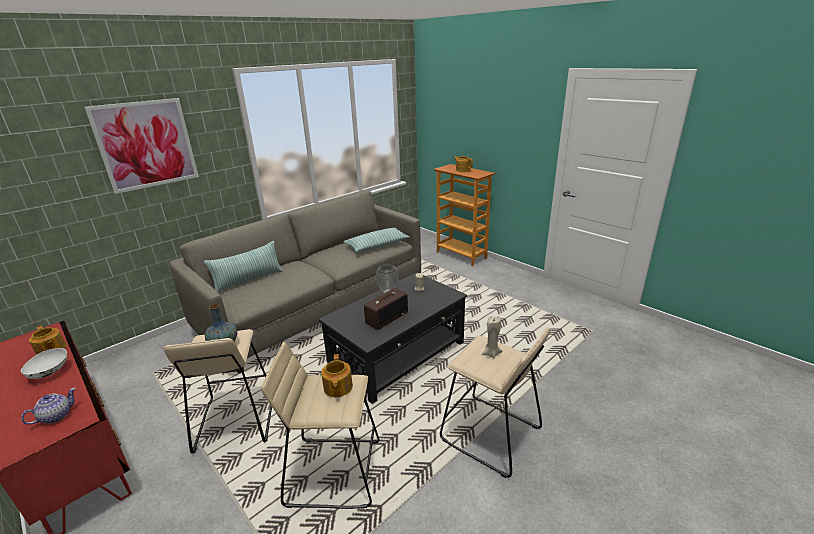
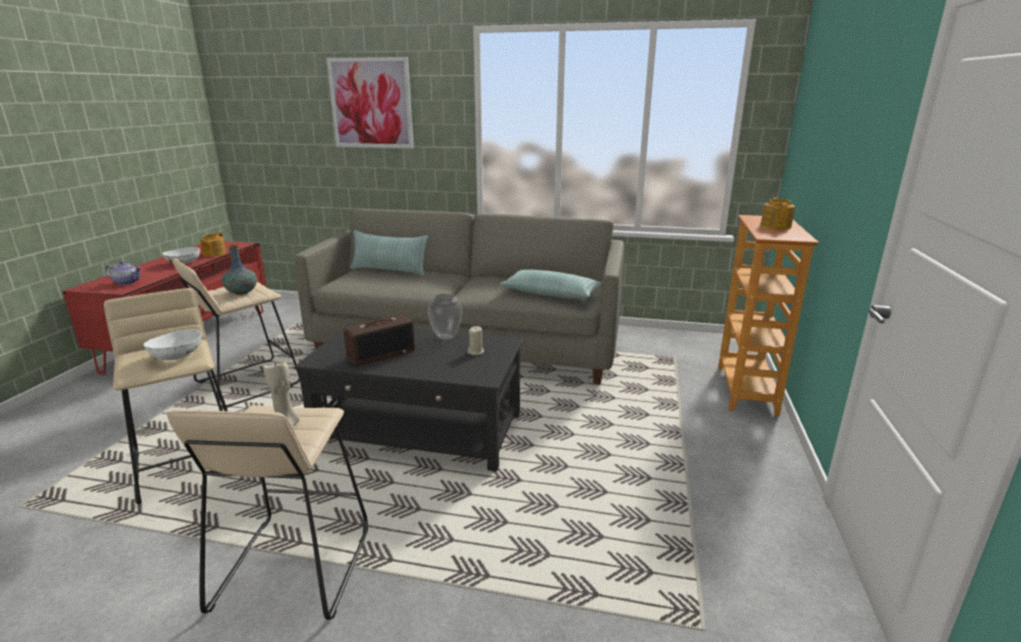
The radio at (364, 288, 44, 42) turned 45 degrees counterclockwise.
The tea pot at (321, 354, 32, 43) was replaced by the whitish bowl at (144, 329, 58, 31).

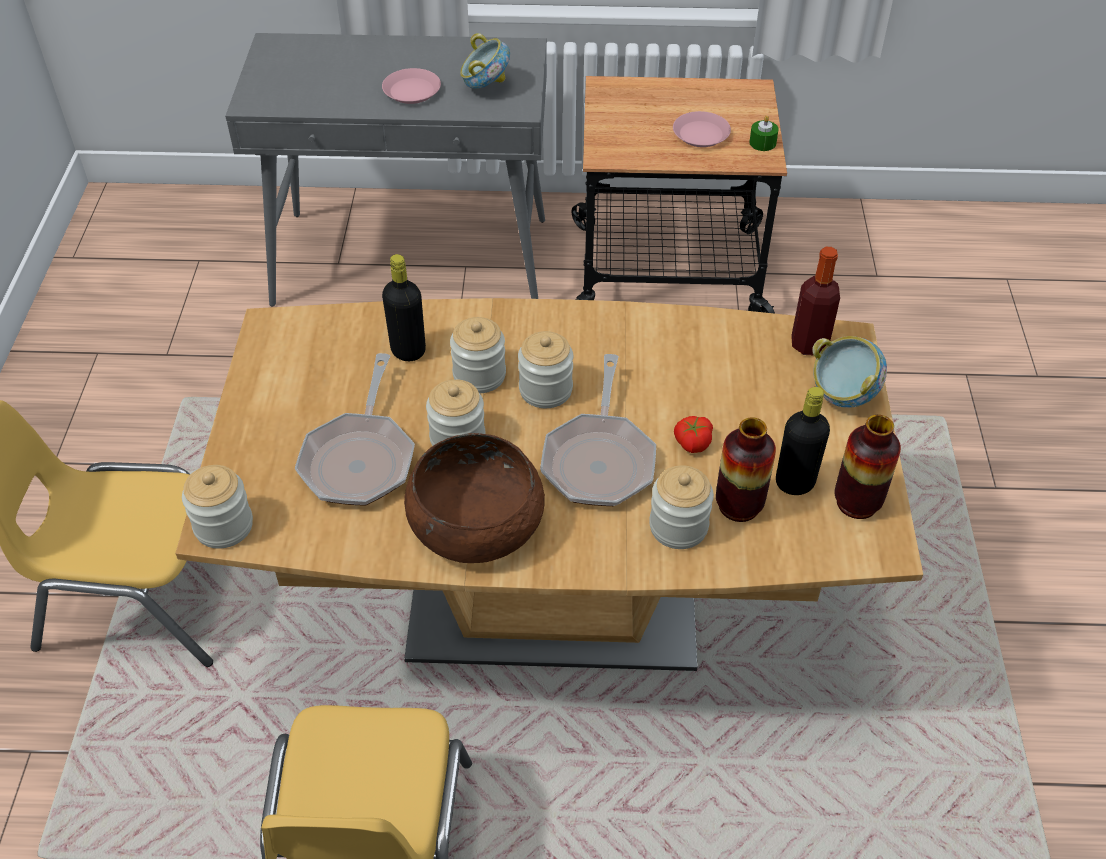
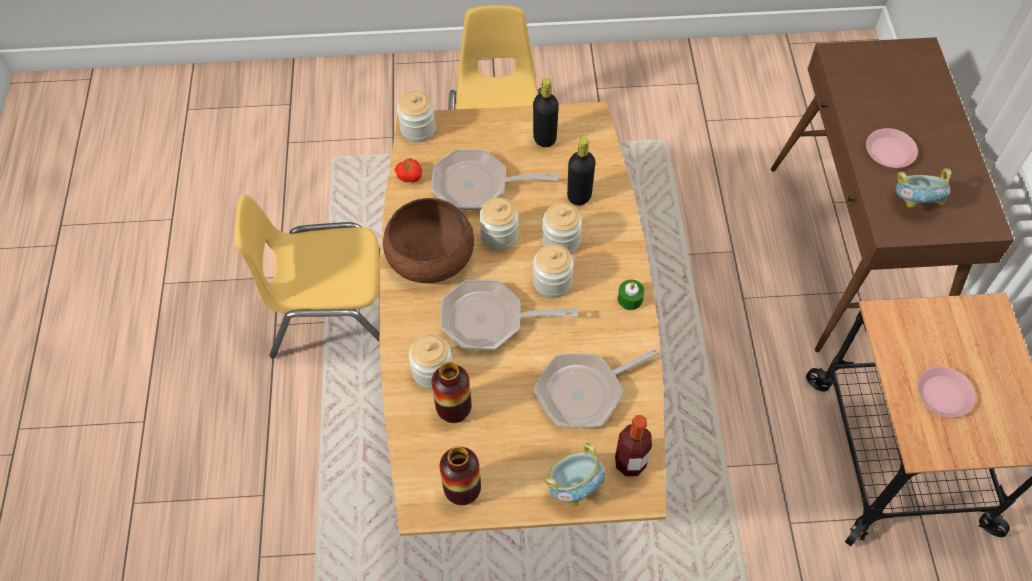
The greyish narrow table at (225, 33, 322, 274) became the brown narrow table at (771, 37, 243, 315).
The green wax light moved from (749, 115, 30, 36) to (618, 279, 27, 31).
The blackish drink bottle moved from (776, 387, 54, 108) to (533, 78, 26, 69).
The fresh tomato moved from (674, 416, 39, 37) to (395, 158, 27, 24).
The skillet at (534, 349, 125, 79) appeared.

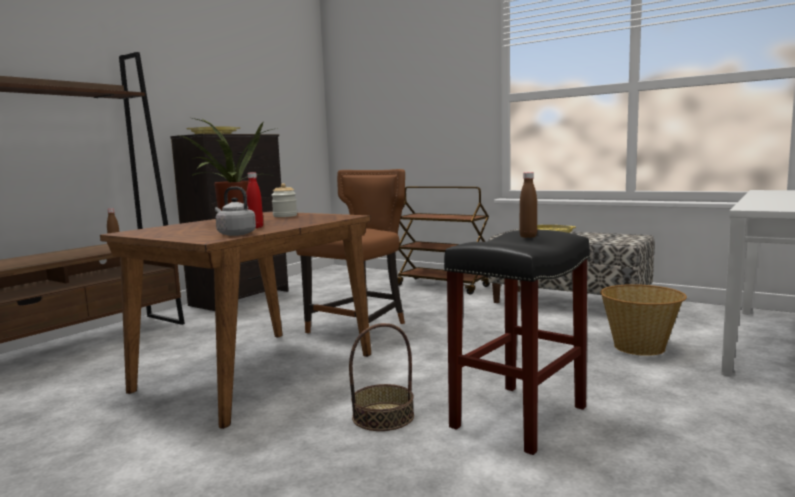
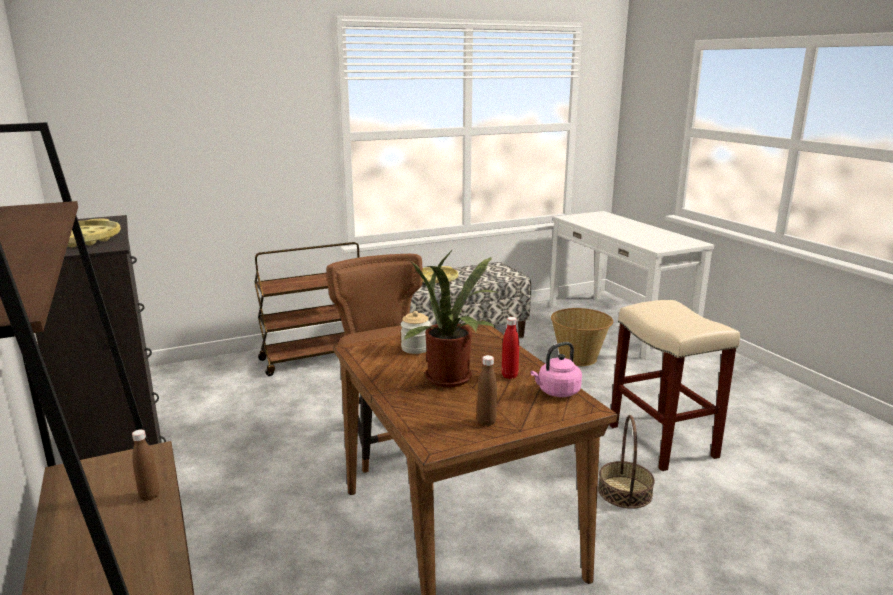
The brown drink bottle moved from (520, 172, 17, 66) to (477, 355, 20, 71).
The greyish kettle at (215, 187, 41, 49) became the pinkish kettle at (530, 342, 52, 55).
The blackish stool seat at (444, 229, 146, 226) became the beige stool seat at (609, 300, 131, 171).

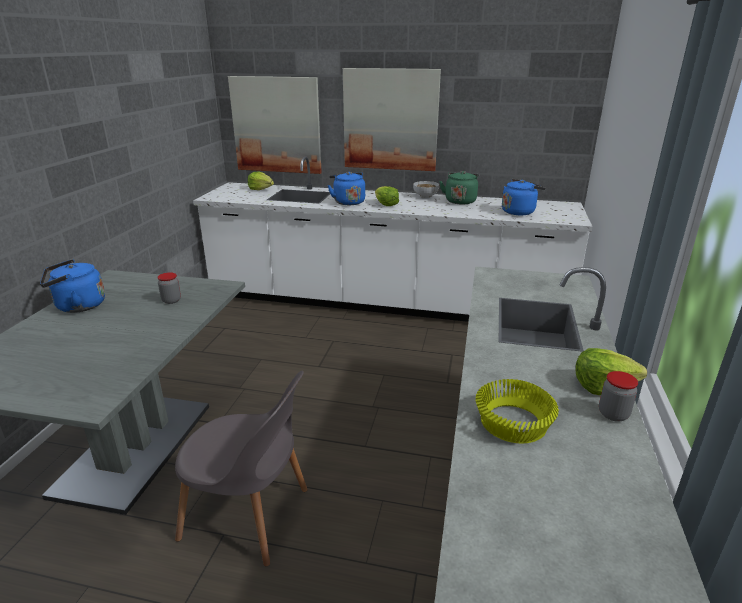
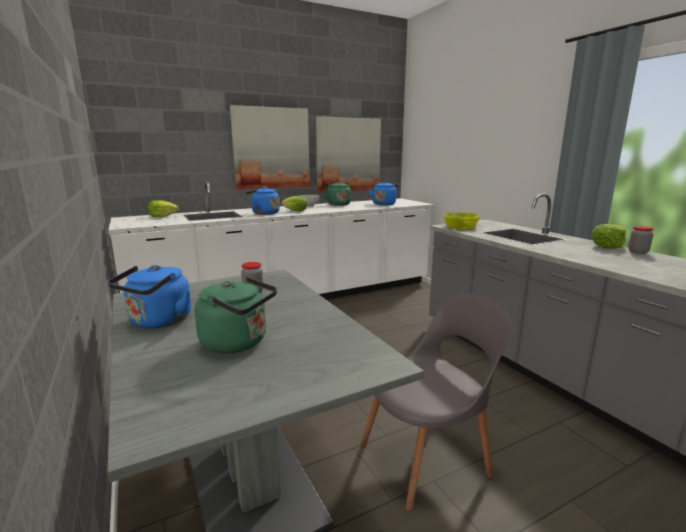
The picture moved from (228, 76, 94, 98) to (316, 116, 65, 77).
The yellow-coloured bowl moved from (475, 379, 84, 64) to (444, 212, 36, 18).
The green kettle at (194, 277, 83, 76) appeared.

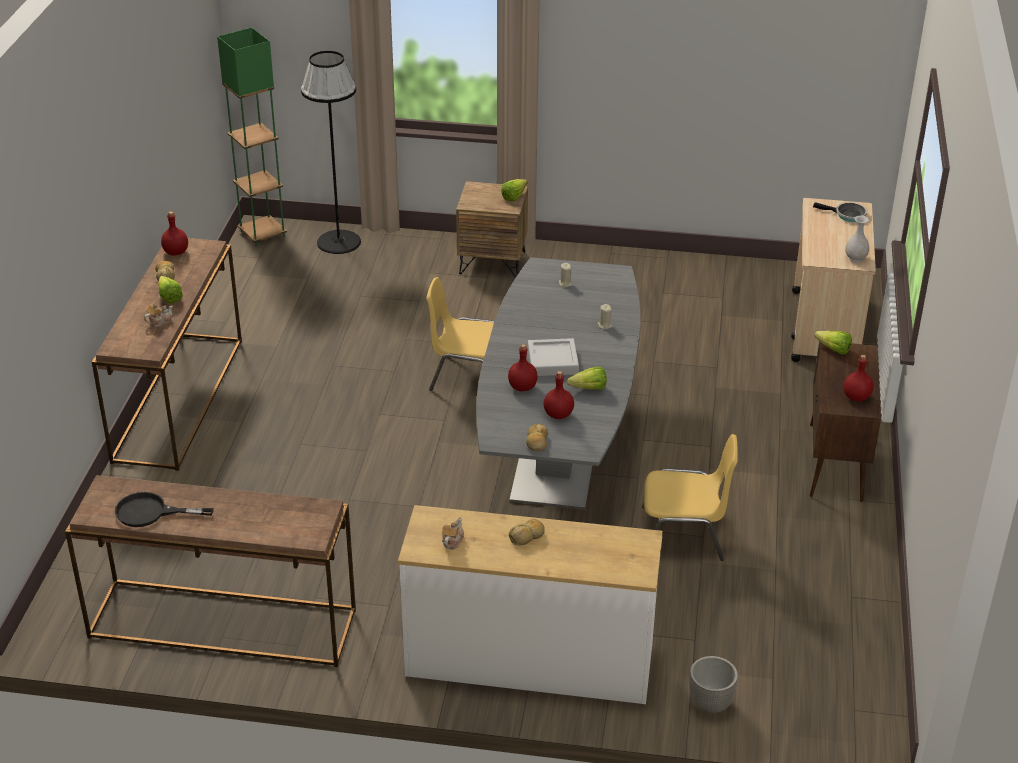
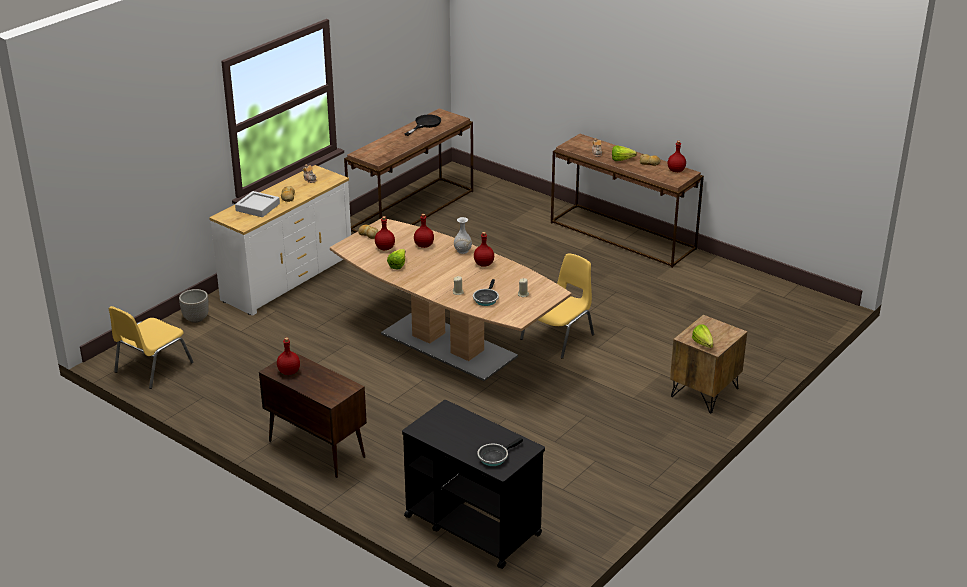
The green standing lamp at (217, 27, 70, 219) disappeared.
The blackish standing lamp at (301, 51, 60, 203) disappeared.
The beige cart at (791, 198, 85, 164) became the blackish cart at (402, 400, 143, 169).
The whitish vase moved from (845, 216, 24, 47) to (454, 217, 18, 37).
The greyish dining table at (476, 257, 165, 253) became the brown dining table at (330, 218, 242, 163).
The lettuce head at (814, 331, 38, 23) disappeared.
The greyish carrying tray moved from (528, 338, 51, 38) to (235, 191, 45, 26).
The yellow-coloured chair moved from (642, 434, 96, 127) to (108, 306, 85, 83).
The red-coloured drink bottle at (474, 232, 20, 35) appeared.
The skillet at (473, 279, 26, 27) appeared.

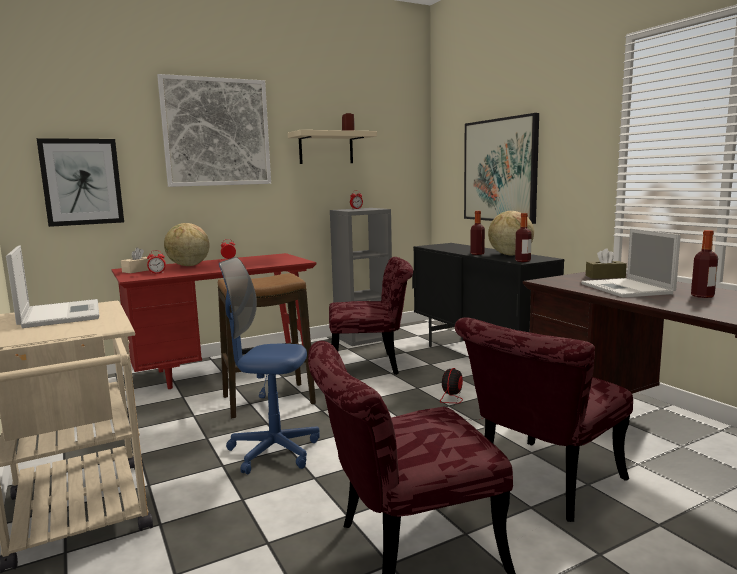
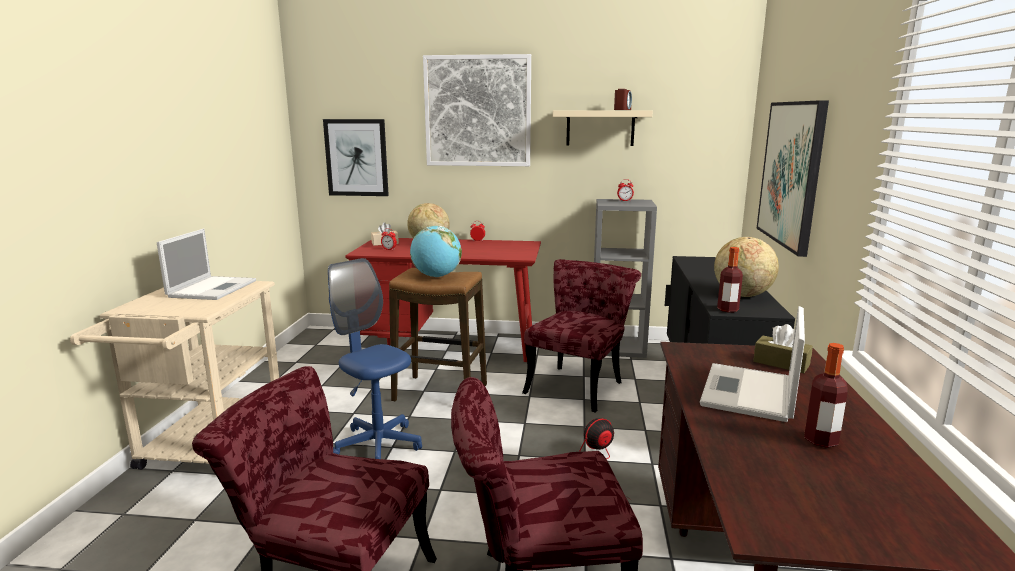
The drink bottle at (470, 211, 15, 44) disappeared.
The red-coloured chair at (329, 257, 84, 118) turned 90 degrees counterclockwise.
The globe at (410, 226, 52, 51) appeared.

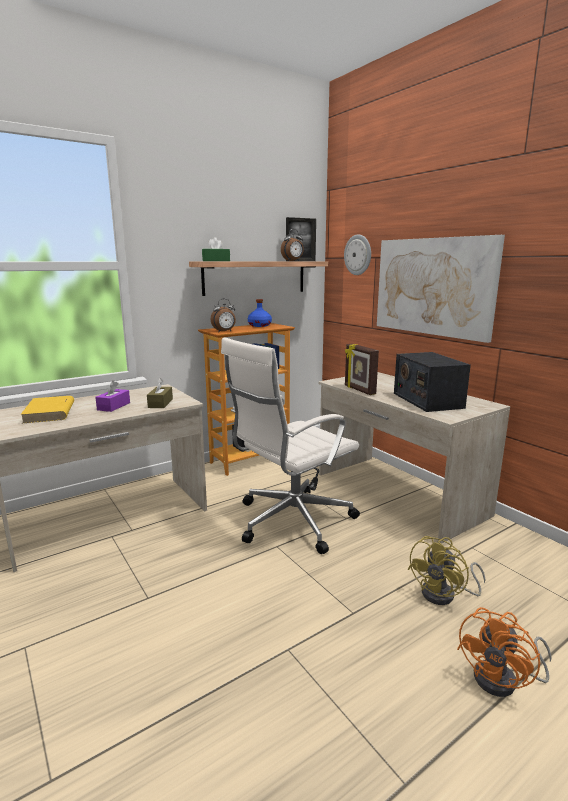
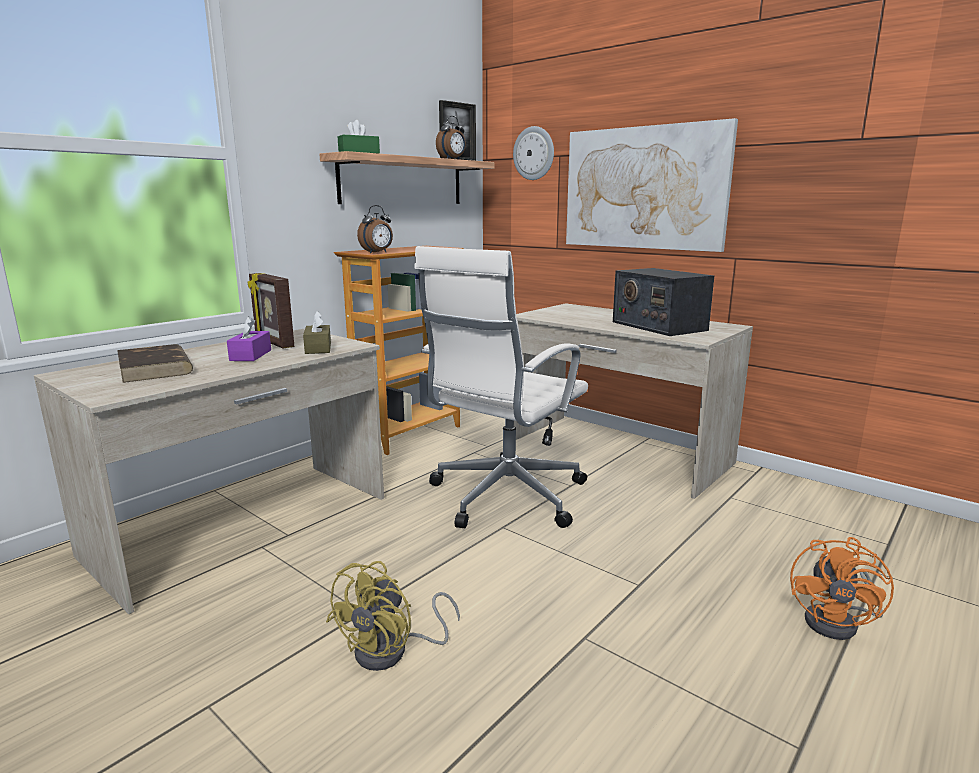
The bluish drink bottle at (248, 299, 24, 28) disappeared.
The standing frame moved from (345, 344, 34, 51) to (248, 273, 46, 75).
The yellow-coloured book at (20, 396, 54, 27) became the brown book at (117, 344, 76, 39).
The yellow-coloured cooling fan moved from (407, 536, 78, 69) to (326, 561, 134, 110).

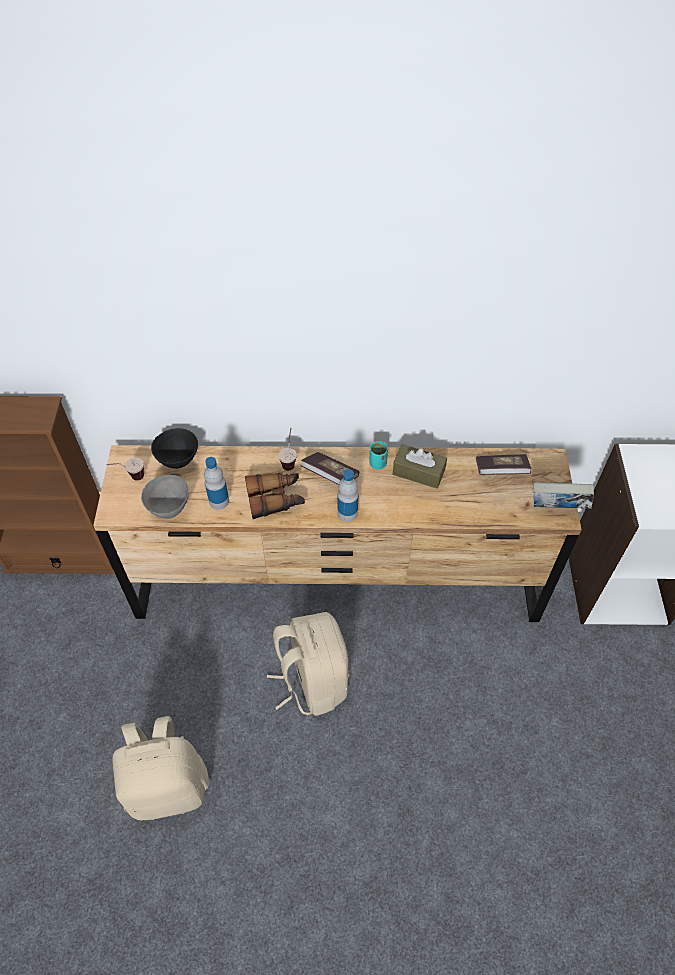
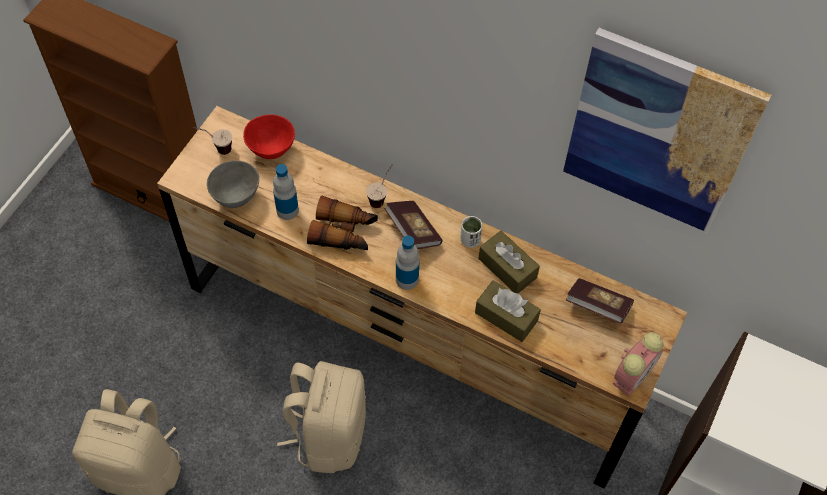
The blackish bowl at (151, 428, 47, 41) became the red-coloured bowl at (243, 114, 52, 45).
The turquoise cup at (370, 441, 18, 28) became the whitish cup at (461, 216, 21, 32).
The book at (534, 482, 60, 27) was replaced by the alarm clock at (613, 333, 51, 63).
The picture at (563, 28, 208, 204) appeared.
The brown tissue holder at (475, 280, 66, 62) appeared.

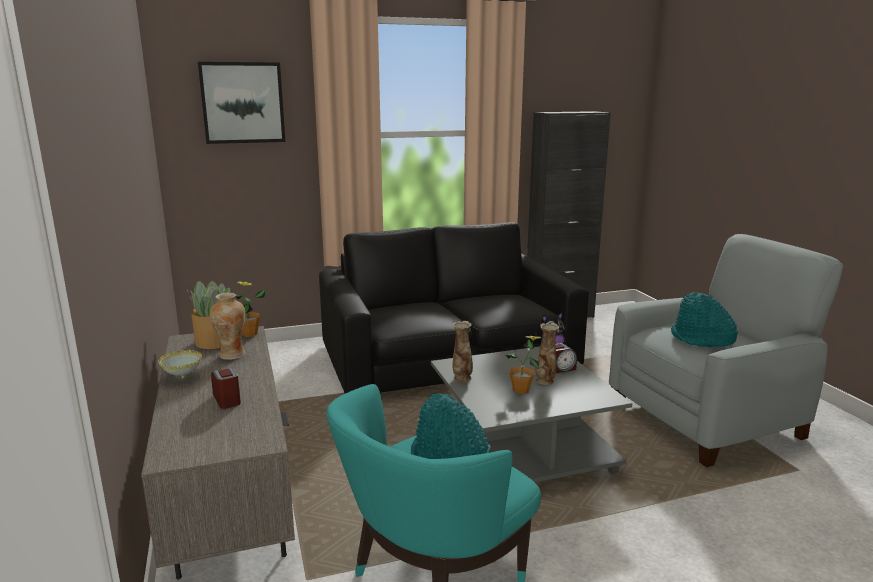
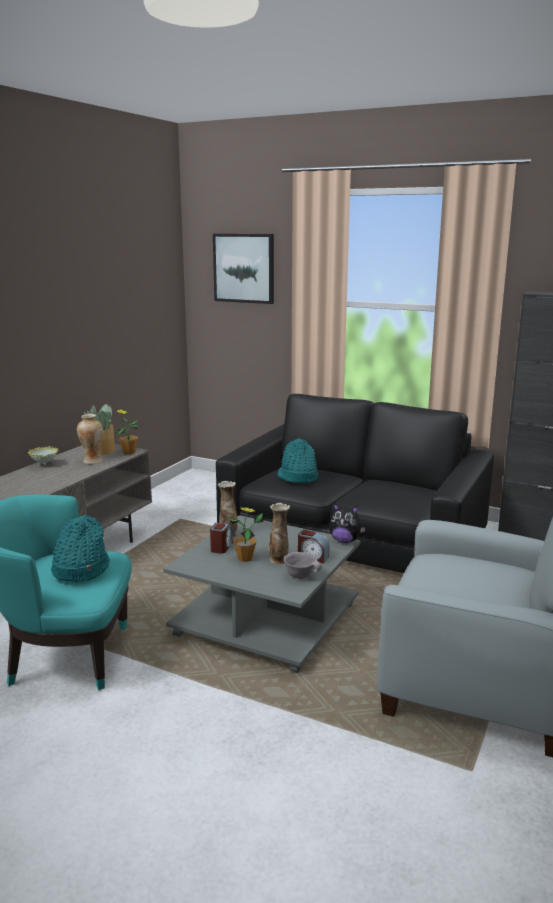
The turquoise wearable hat moved from (671, 292, 67, 55) to (278, 438, 40, 45).
The alarm clock moved from (211, 367, 30, 42) to (210, 523, 23, 31).
The greyish bowl at (284, 552, 38, 27) appeared.

